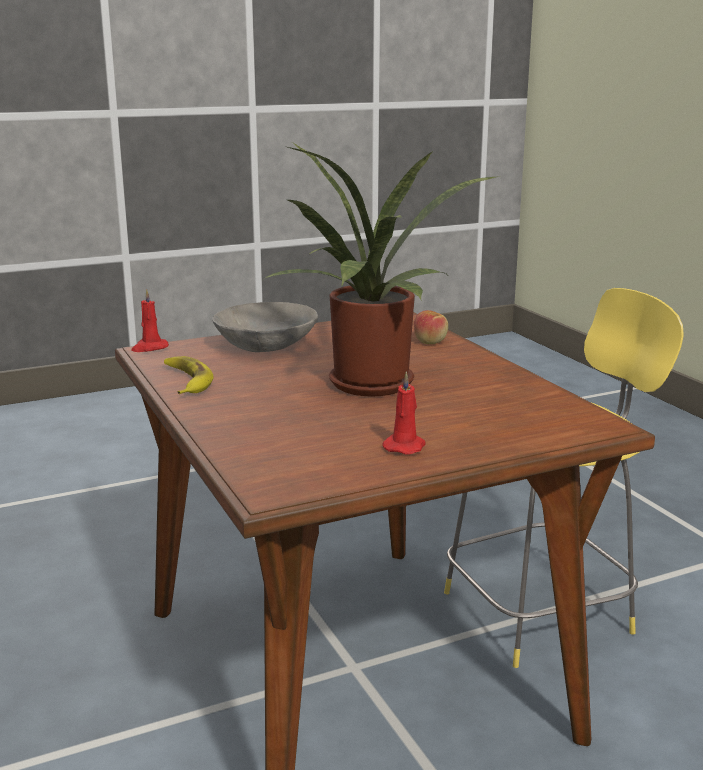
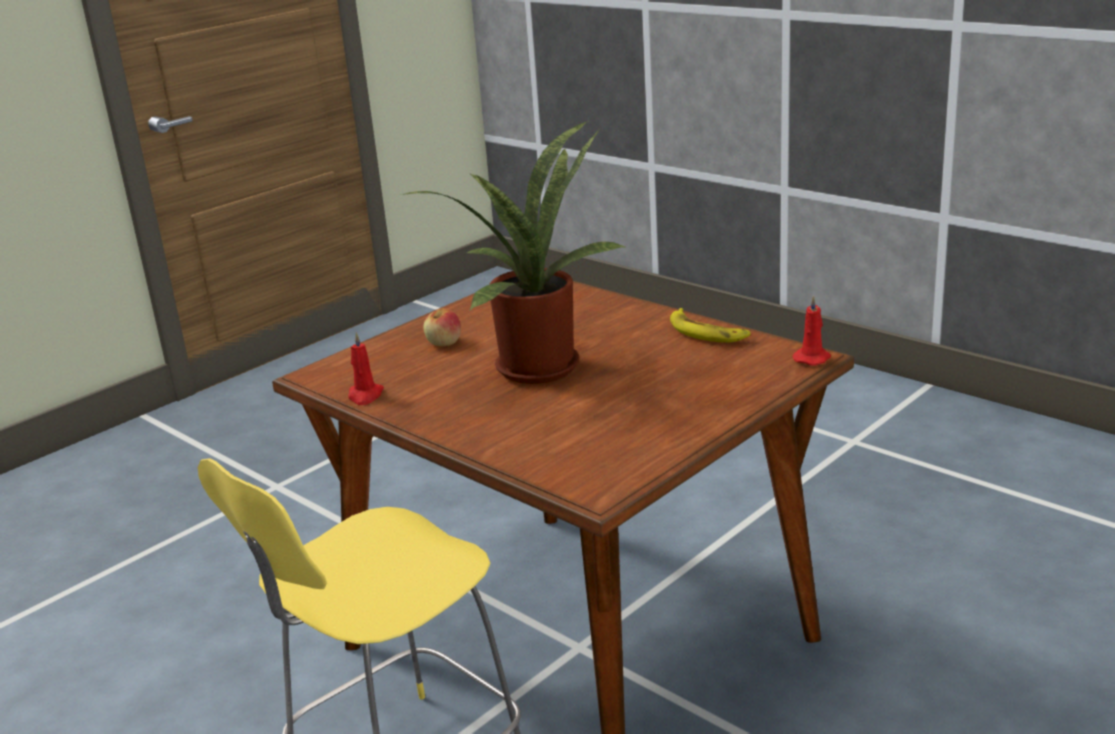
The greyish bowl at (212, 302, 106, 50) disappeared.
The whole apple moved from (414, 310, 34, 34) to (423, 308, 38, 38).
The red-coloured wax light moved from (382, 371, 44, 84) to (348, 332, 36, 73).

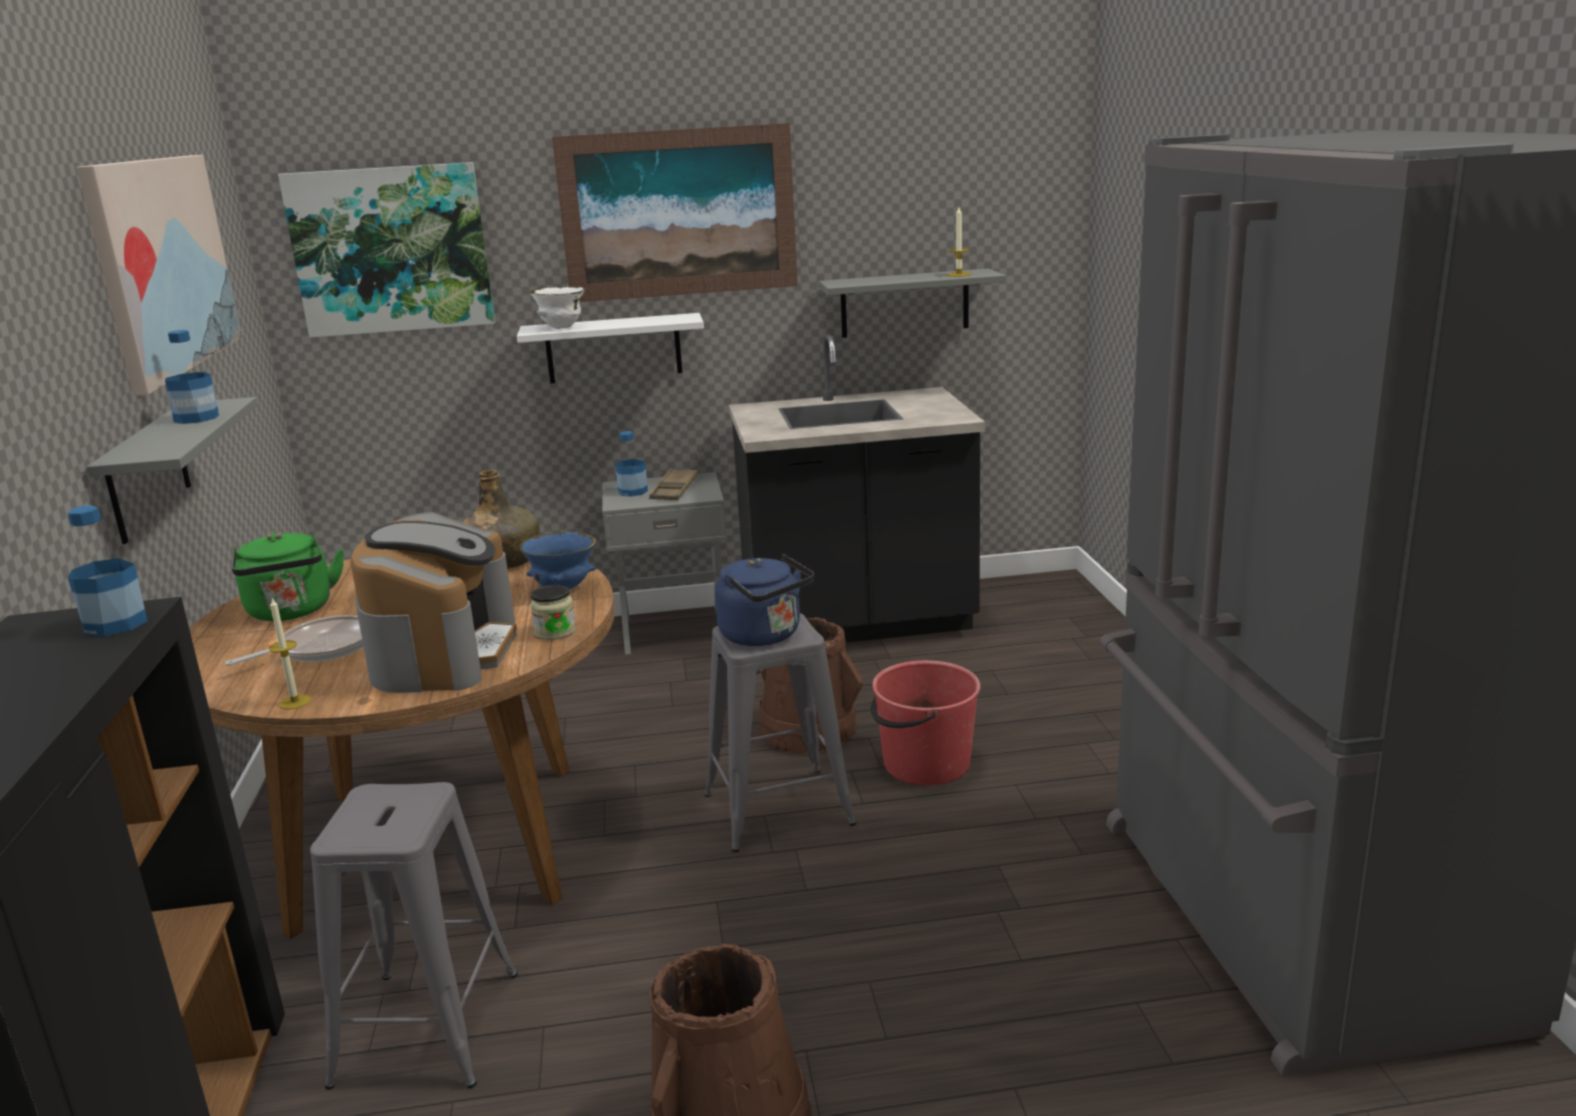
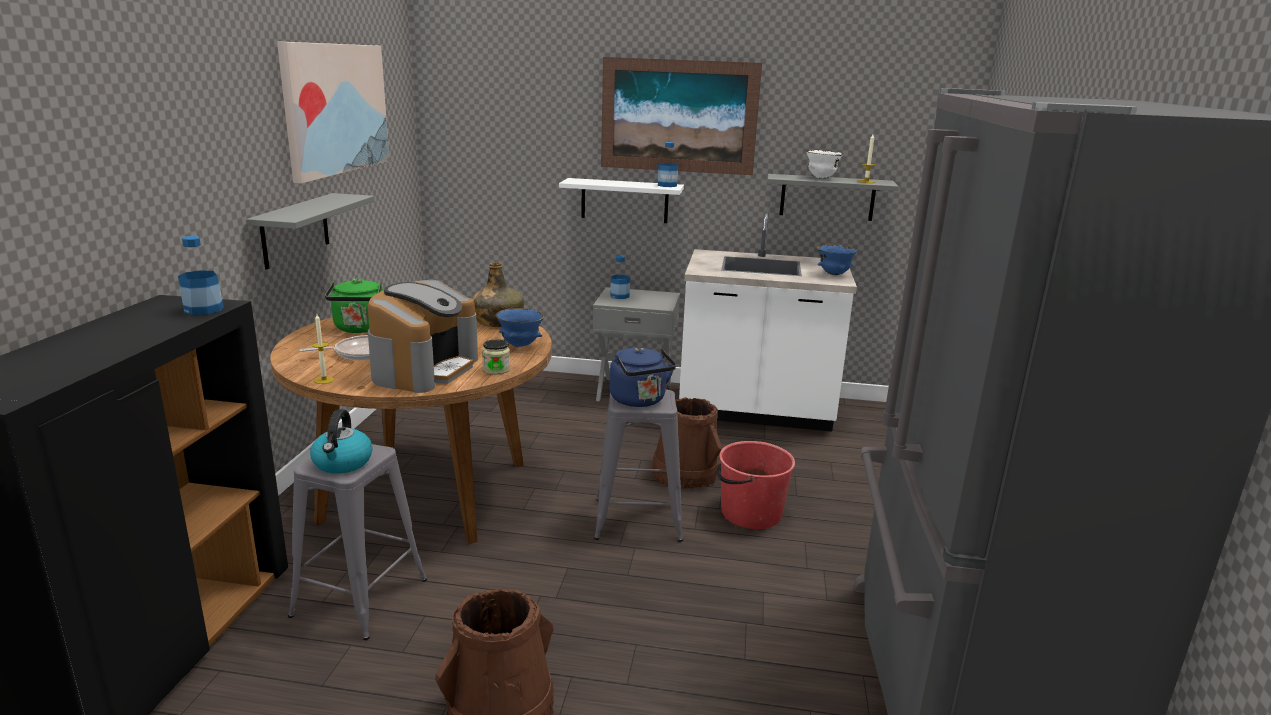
The picture at (278, 162, 217, 176) disappeared.
The whitish bowl moved from (530, 286, 55, 43) to (806, 150, 37, 28).
The drink bottle moved from (165, 330, 54, 94) to (658, 142, 21, 45).
The blackish kitchen counter at (729, 334, 256, 308) became the whitish kitchen counter at (679, 211, 178, 220).
The brown carrying tray at (649, 468, 49, 32) disappeared.
The bluish bowl at (816, 244, 42, 31) appeared.
The kettle at (310, 409, 63, 65) appeared.

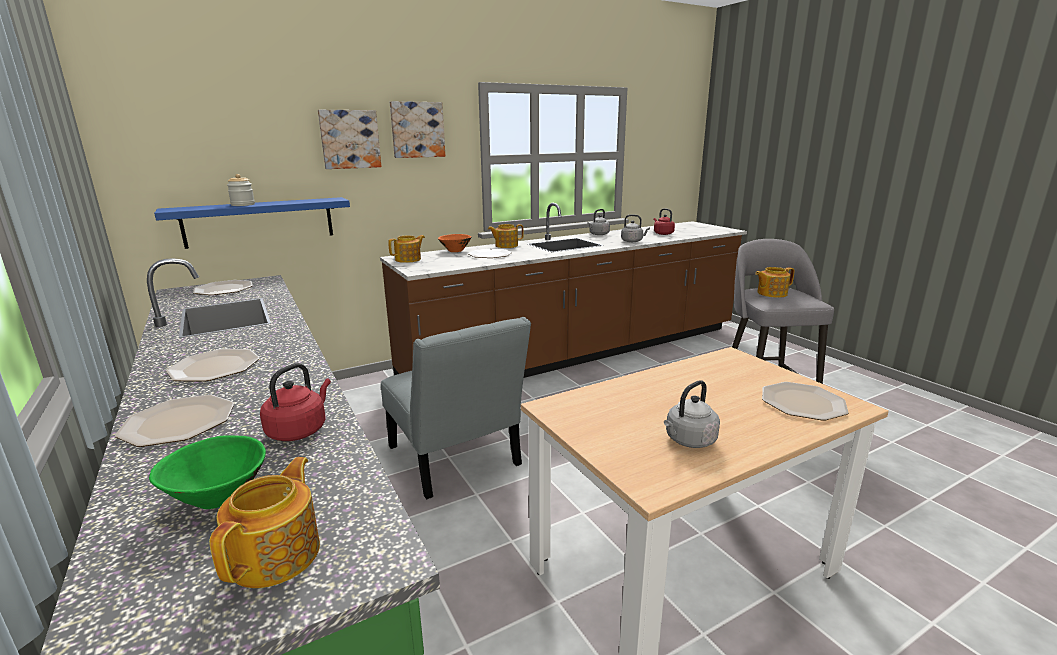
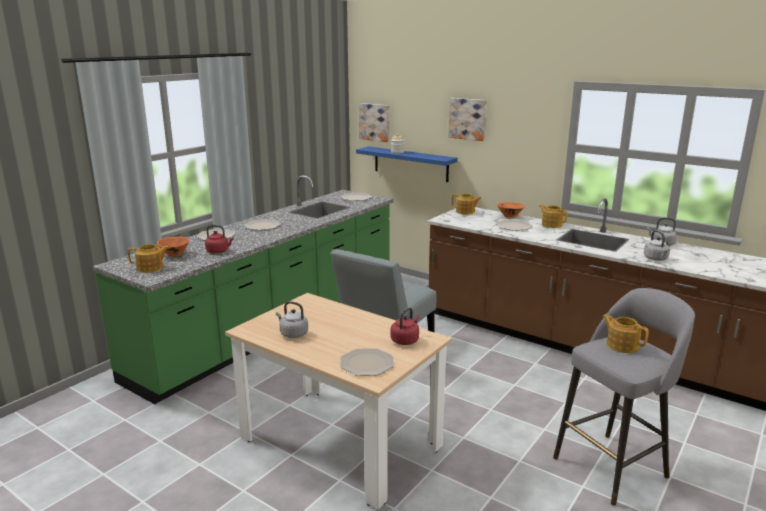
The picture moved from (390, 101, 55, 57) to (358, 103, 31, 39).
The red-coloured kettle moved from (654, 208, 21, 27) to (390, 307, 29, 38).
The green bowl at (149, 435, 117, 74) became the orange bowl at (157, 237, 32, 20).

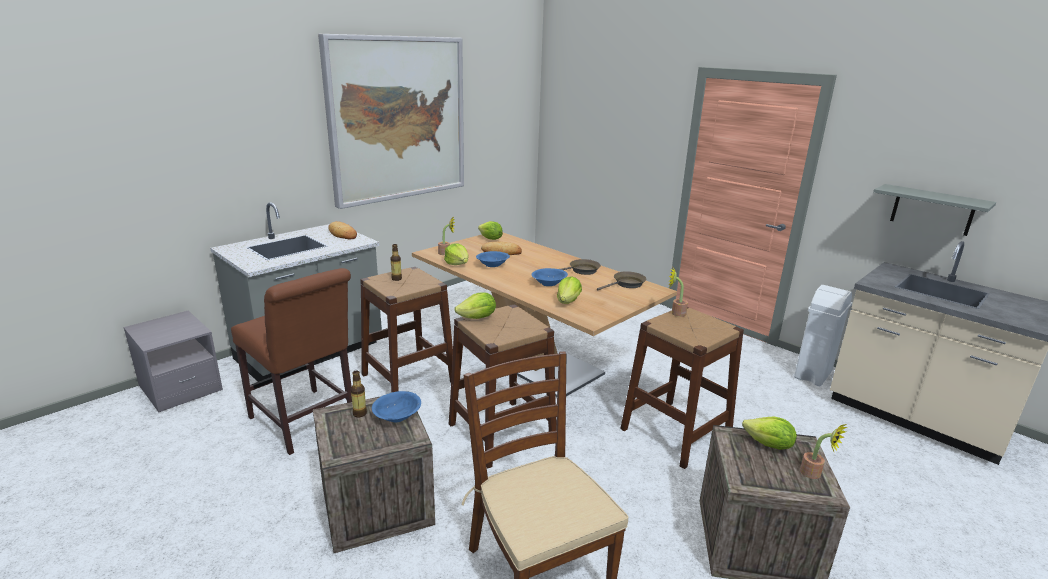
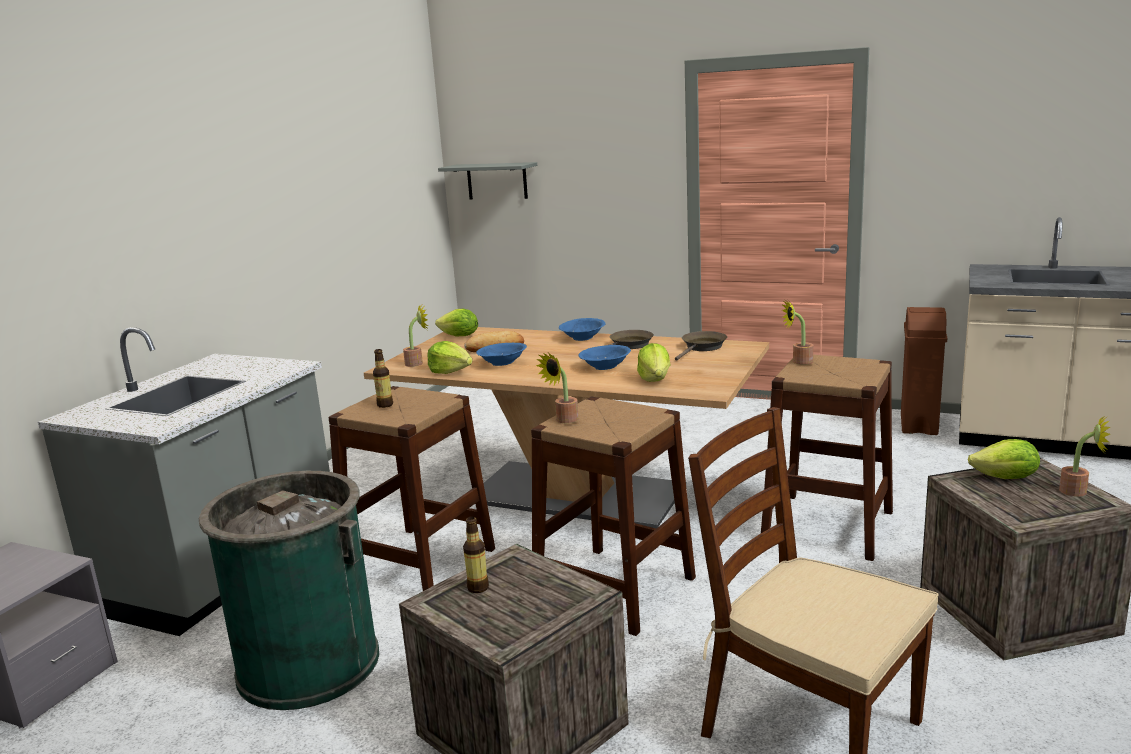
The picture at (318, 34, 146, 175) disappeared.
The greyish wall shelf moved from (873, 184, 123, 52) to (438, 162, 99, 37).
The bakery bread at (328, 221, 29, 18) disappeared.
The brown chair at (231, 268, 121, 187) was replaced by the green rubbish bin at (199, 471, 180, 239).
The whitish rubbish bin at (794, 285, 58, 101) became the brown rubbish bin at (901, 307, 46, 128).
The lettuce head at (454, 292, 42, 27) was replaced by the potted plant at (536, 353, 43, 70).
The bluish bowl moved from (372, 391, 49, 31) to (559, 318, 46, 23).

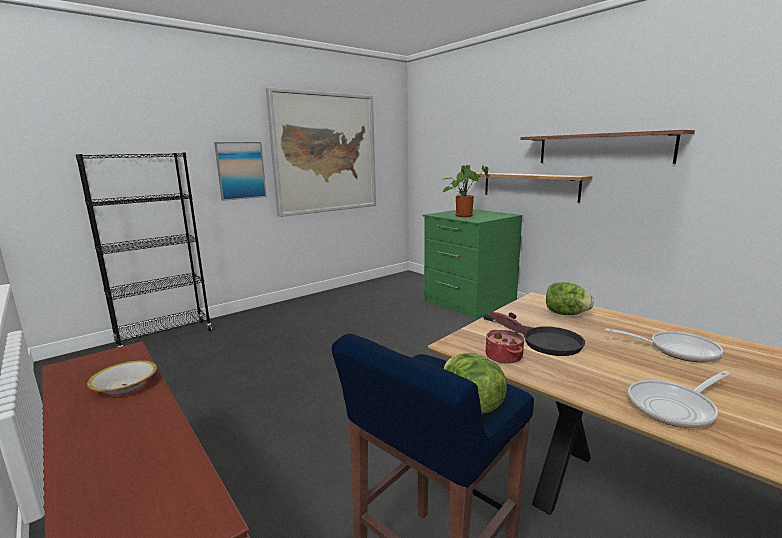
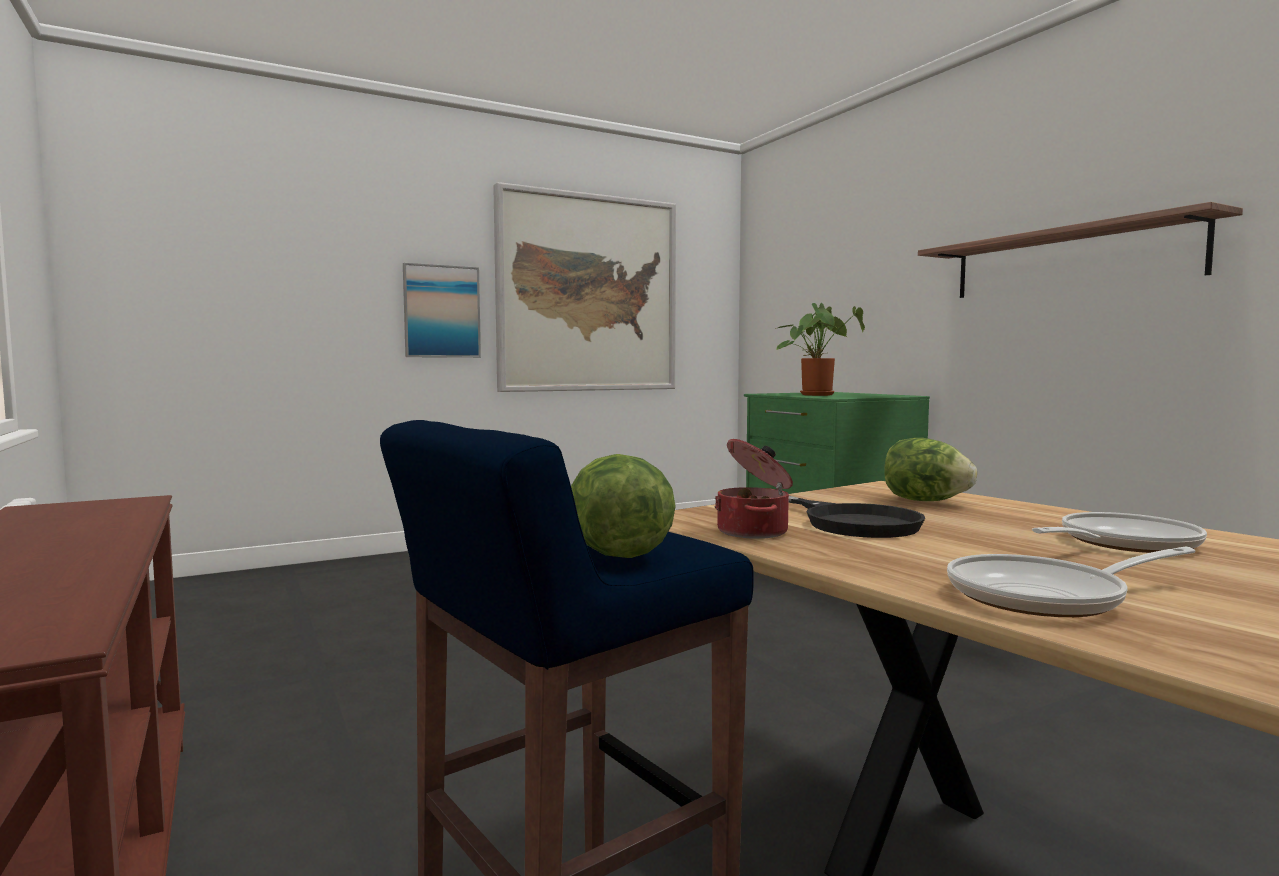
The blackish shelving unit at (76, 153, 136, 195) disappeared.
The wall shelf at (476, 173, 116, 30) disappeared.
The skillet at (605, 328, 118, 34) turned 60 degrees counterclockwise.
The bowl at (87, 360, 70, 35) disappeared.

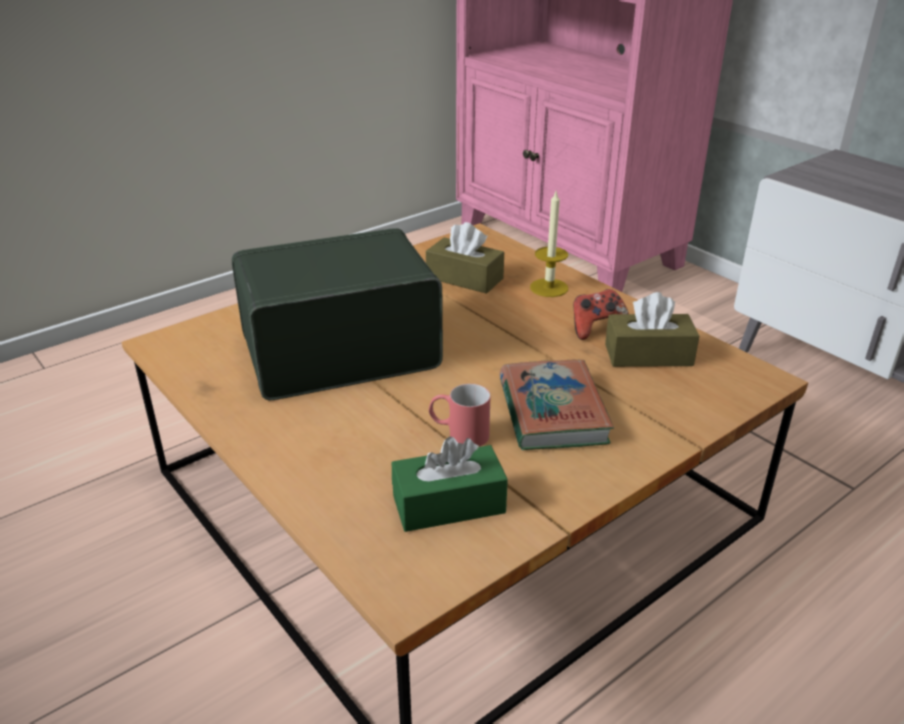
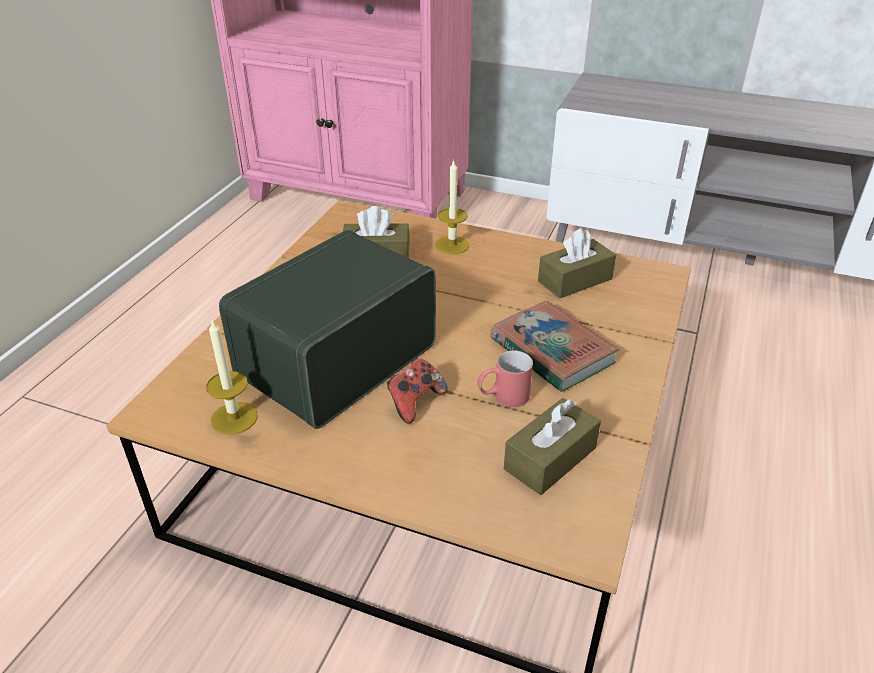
The game controller moved from (573, 289, 56, 51) to (387, 358, 61, 66).
The green tissue holder at (392, 437, 116, 95) became the brown tissue holder at (504, 398, 97, 97).
The wax light at (206, 319, 52, 116) appeared.

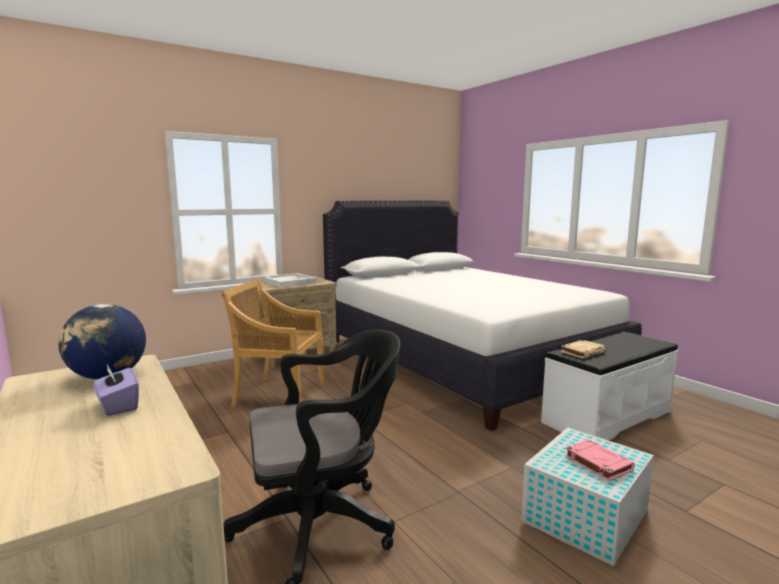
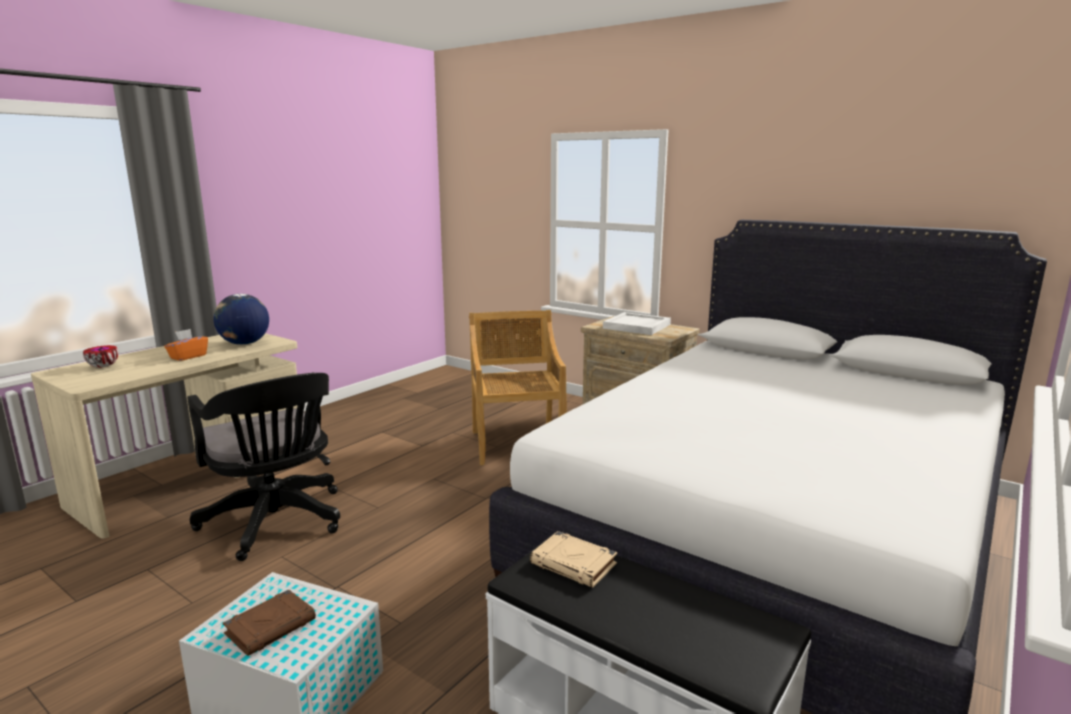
The purple tissue holder at (94, 364, 45, 52) became the orange tissue holder at (164, 329, 44, 32).
The pinkish book at (565, 439, 70, 42) became the brown book at (223, 589, 93, 67).
The bowl at (83, 345, 35, 23) appeared.

